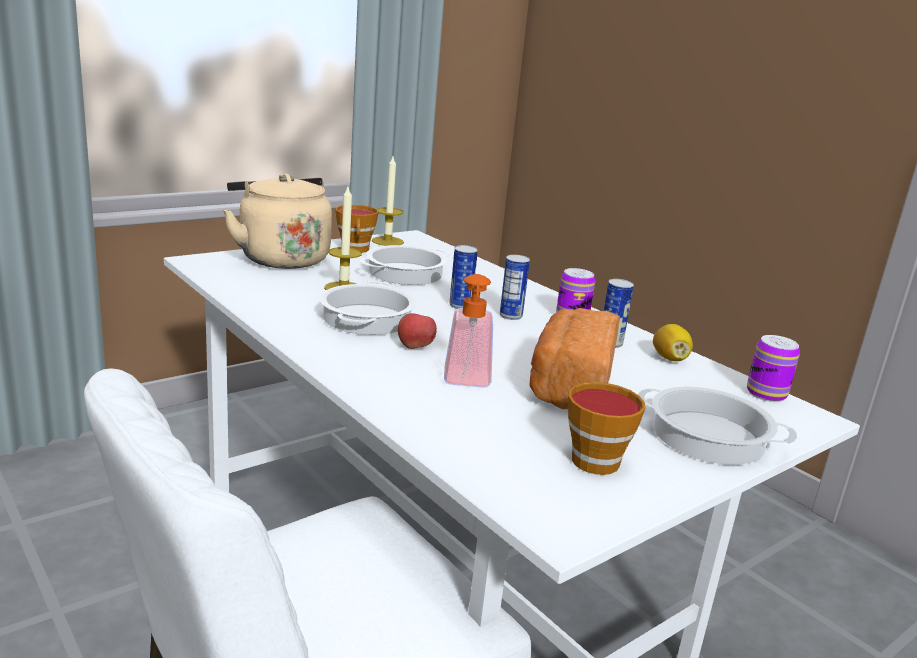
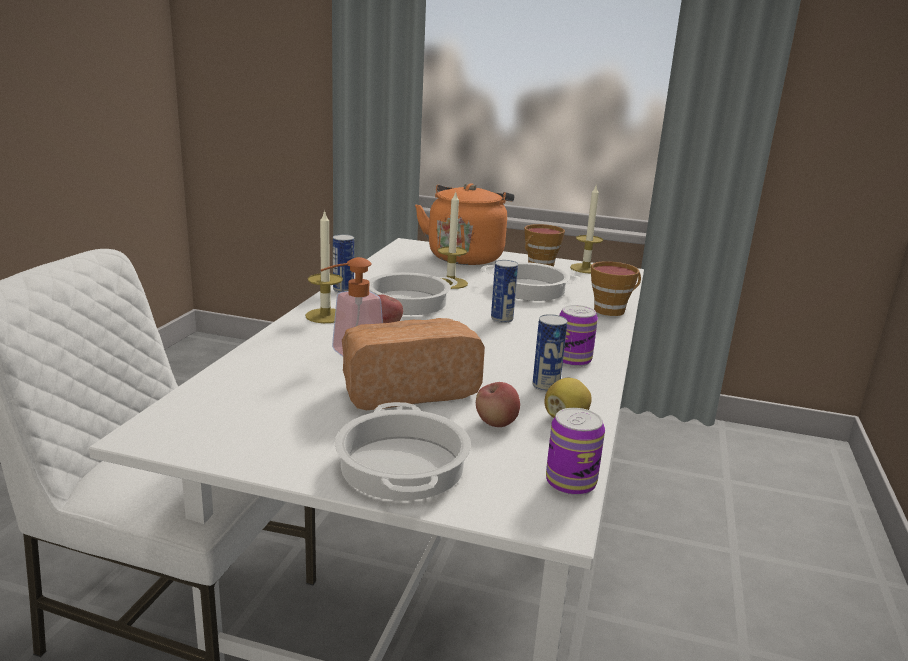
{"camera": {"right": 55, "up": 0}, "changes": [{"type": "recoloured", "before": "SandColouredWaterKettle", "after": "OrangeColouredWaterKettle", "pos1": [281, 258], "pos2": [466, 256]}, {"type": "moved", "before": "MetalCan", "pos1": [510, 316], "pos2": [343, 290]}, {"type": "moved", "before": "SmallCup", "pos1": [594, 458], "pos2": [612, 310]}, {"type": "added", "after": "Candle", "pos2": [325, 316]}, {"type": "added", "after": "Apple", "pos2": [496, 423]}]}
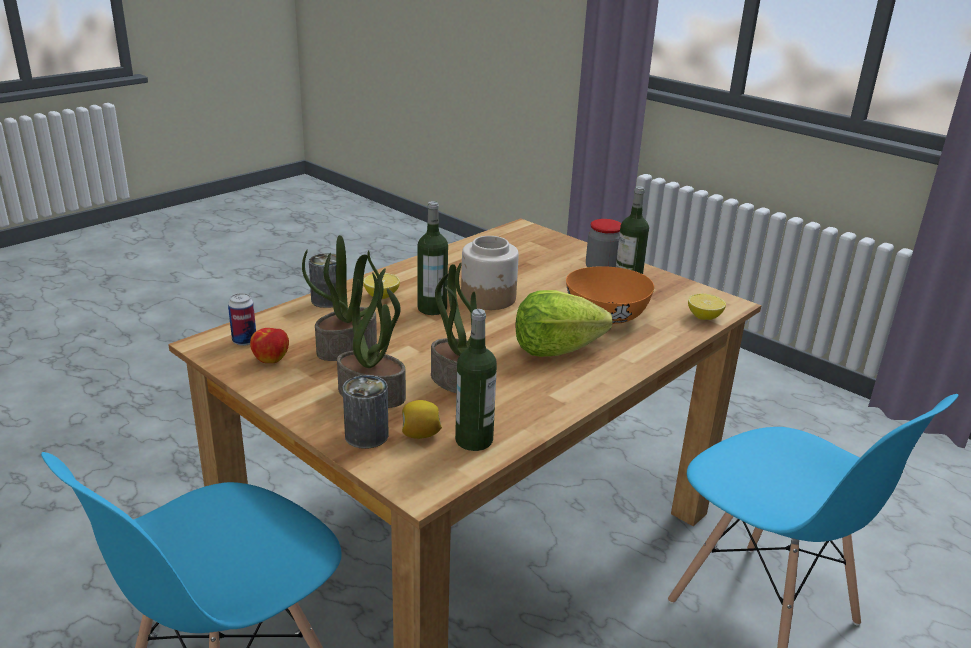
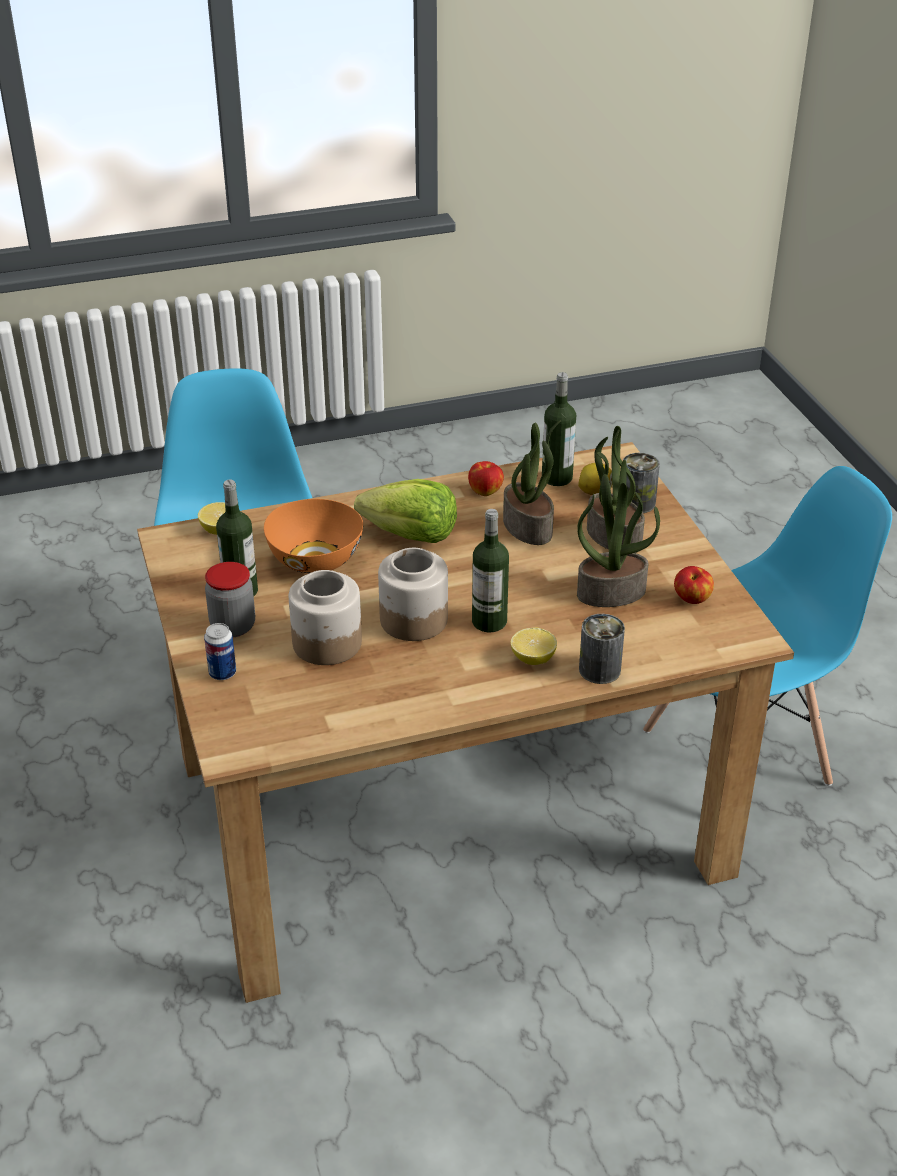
{"camera": {"right": -150, "up": 10}, "changes": [{"type": "moved", "before": "MetalCan", "pos1": [244, 341], "pos2": [222, 673]}, {"type": "added", "after": "Apple", "pos2": [485, 491]}, {"type": "added", "after": "StorageJar", "pos2": [326, 643]}]}
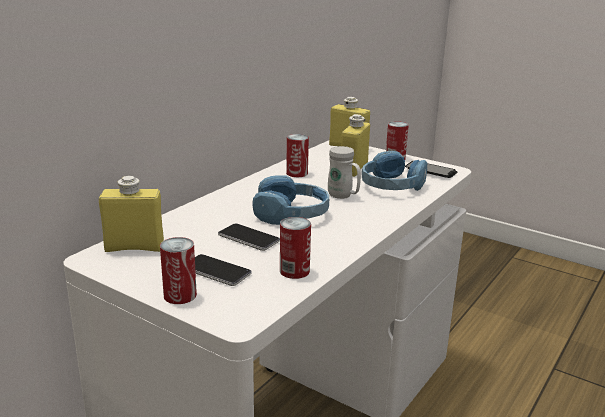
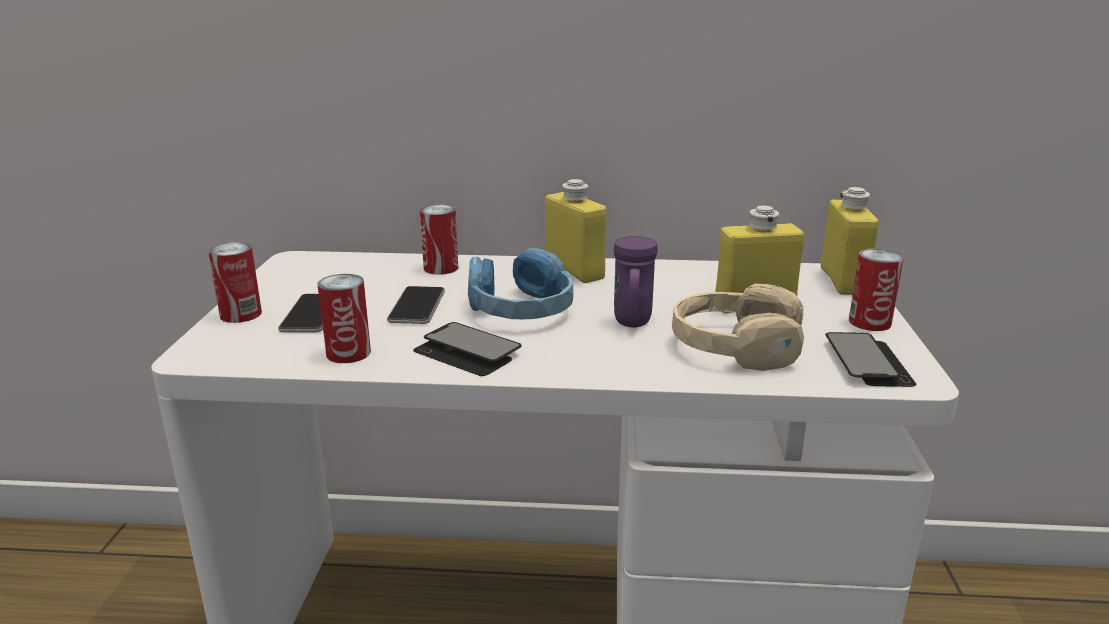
{"camera": {"right": 60, "up": 0}, "changes": [{"type": "moved", "before": "MetalCan", "pos1": [297, 173], "pos2": [441, 268]}, {"type": "recoloured", "before": "WhiteColouredMug", "after": "PurpleColouredMug", "pos1": [343, 196], "pos2": [632, 324]}, {"type": "recoloured", "before": "BluePairOfHeadphones", "after": "SandColouredPairOfHeadphones", "pos1": [392, 186], "pos2": [734, 347]}, {"type": "moved", "before": "YellowishBottle", "pos1": [134, 247], "pos2": [574, 271]}, {"type": "added", "after": "Handset", "pos2": [467, 352]}]}
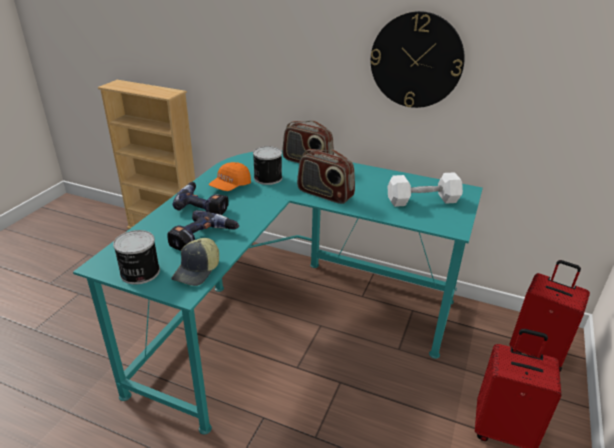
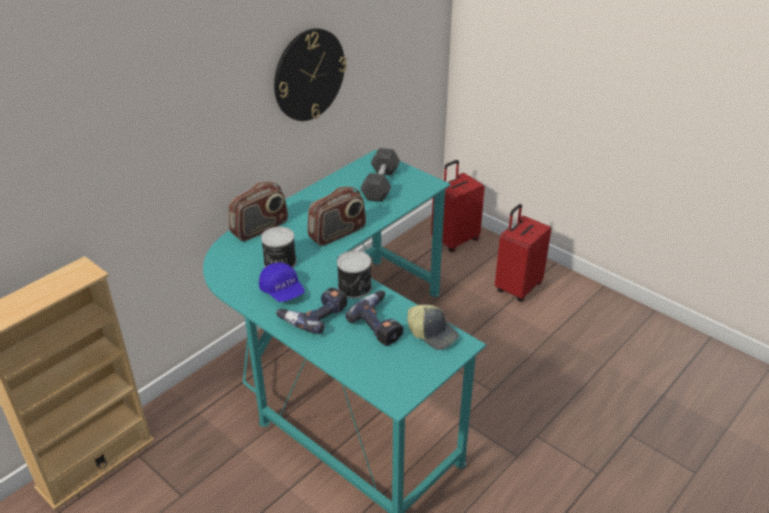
{"camera": {"right": -70, "up": 5}, "changes": [{"type": "recoloured", "before": "OrangeColouredPeakedCap", "after": "BluePeakedCap", "pos1": [230, 186], "pos2": [282, 291]}, {"type": "recoloured", "before": "WhiteColouredFreeWeight", "after": "BlackishFreeWeight", "pos1": [422, 200], "pos2": [380, 184]}, {"type": "moved", "before": "MetalCan", "pos1": [139, 273], "pos2": [355, 288]}]}
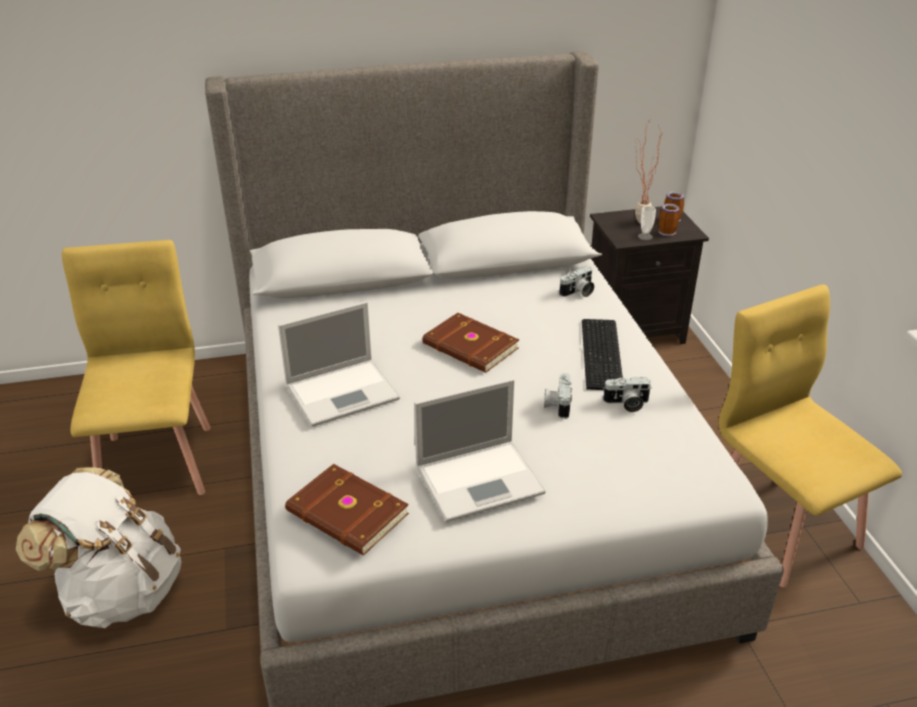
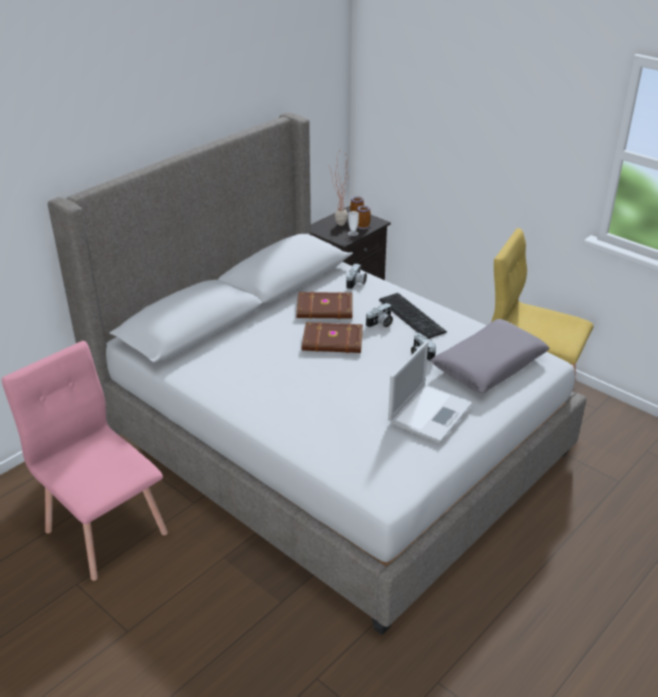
{"camera": {"right": -35, "up": 0}, "changes": [{"type": "recoloured", "before": "YellowishUprightChair", "after": "PinkishUprightChair", "pos1": [157, 463], "pos2": [106, 530]}, {"type": "removed", "before": "PortableComputer", "pos1": [344, 391]}, {"type": "moved", "before": "StillCamera", "pos1": [626, 404], "pos2": [380, 323]}, {"type": "moved", "before": "BrownishVolume", "pos1": [346, 514], "pos2": [325, 309]}, {"type": "removed", "before": "WhiteColouredBackpack", "pos1": [121, 591]}, {"type": "added", "after": "GreyishThrowPillow", "pos2": [488, 365]}]}
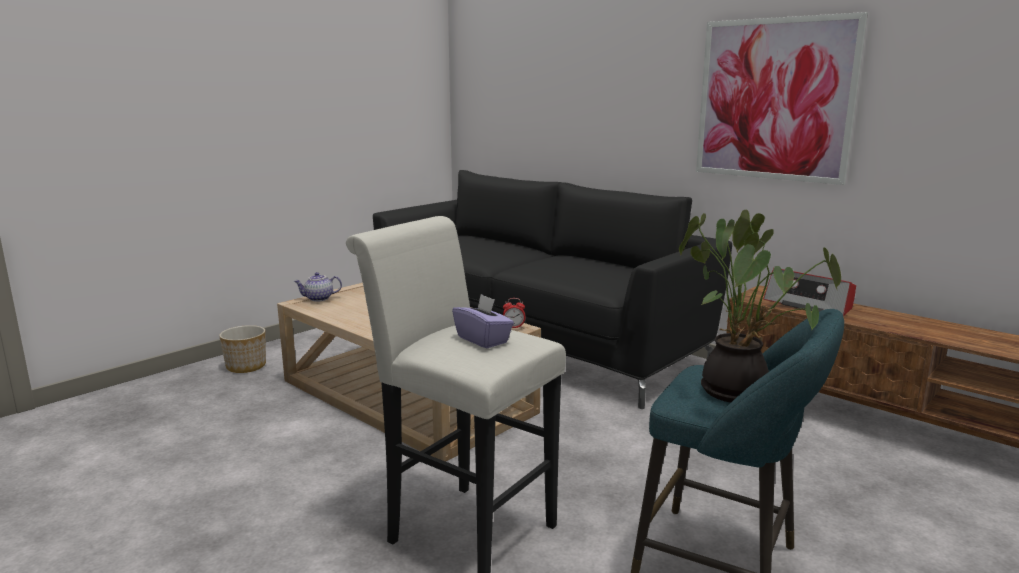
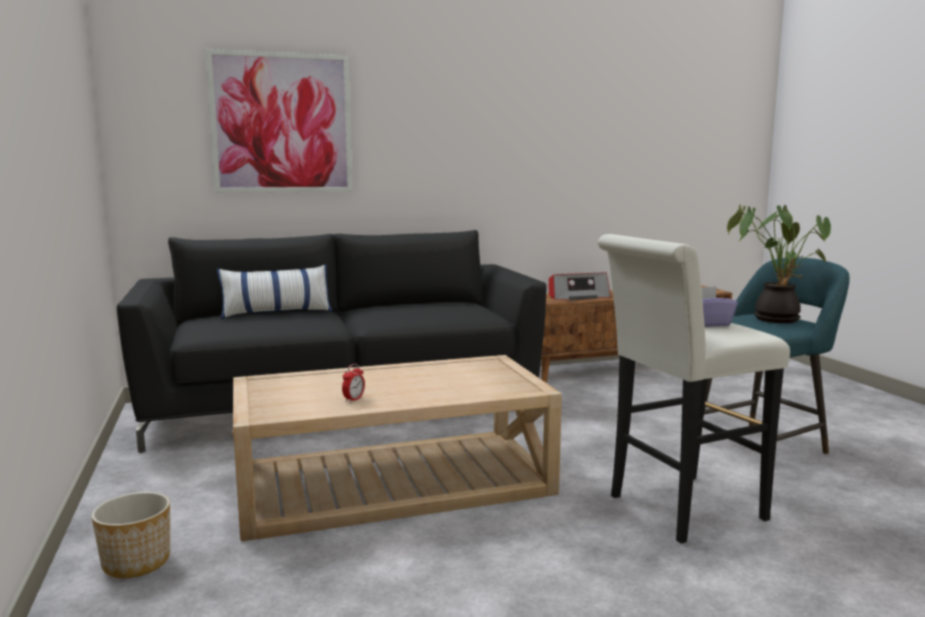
{"camera": {"right": -60, "up": -5}, "changes": [{"type": "moved", "before": "WallArt", "pos1": [774, 99], "pos2": [282, 123]}, {"type": "removed", "before": "TeaPot", "pos1": [318, 299]}, {"type": "moved", "before": "TableClock", "pos1": [513, 327], "pos2": [353, 399]}, {"type": "added", "after": "ThrowPillow", "pos2": [276, 313]}]}
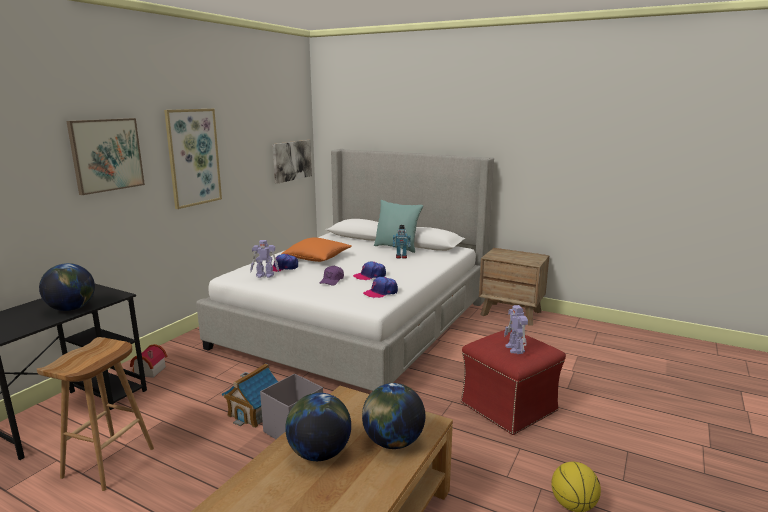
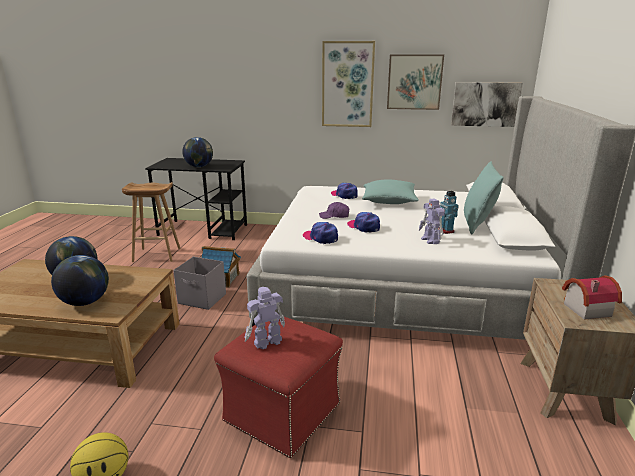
{"camera": {"right": 70, "up": 5}, "changes": [{"type": "moved", "before": "WallArt", "pos1": [106, 155], "pos2": [414, 82]}, {"type": "recoloured", "before": "OrangeColouredThrowPillow", "after": "TurquoiseThrowPillow", "pos1": [317, 258], "pos2": [389, 201]}, {"type": "moved", "before": "ModelRobot", "pos1": [265, 275], "pos2": [430, 240]}, {"type": "moved", "before": "MiniatureHouse", "pos1": [148, 371], "pos2": [584, 308]}]}
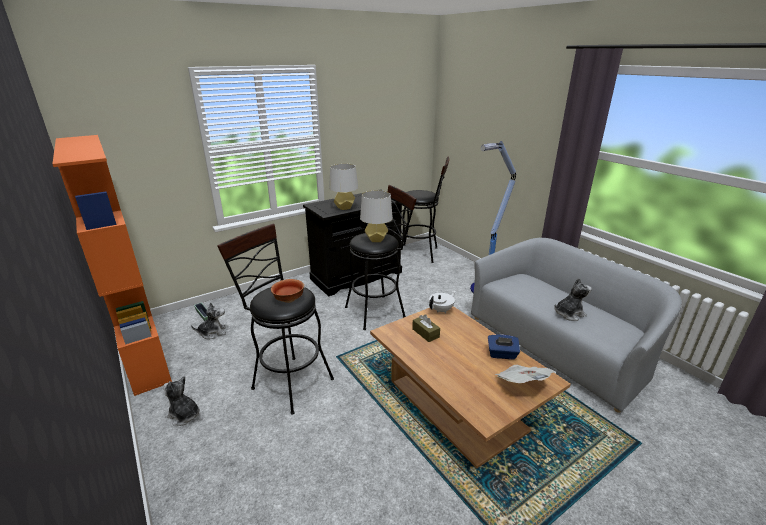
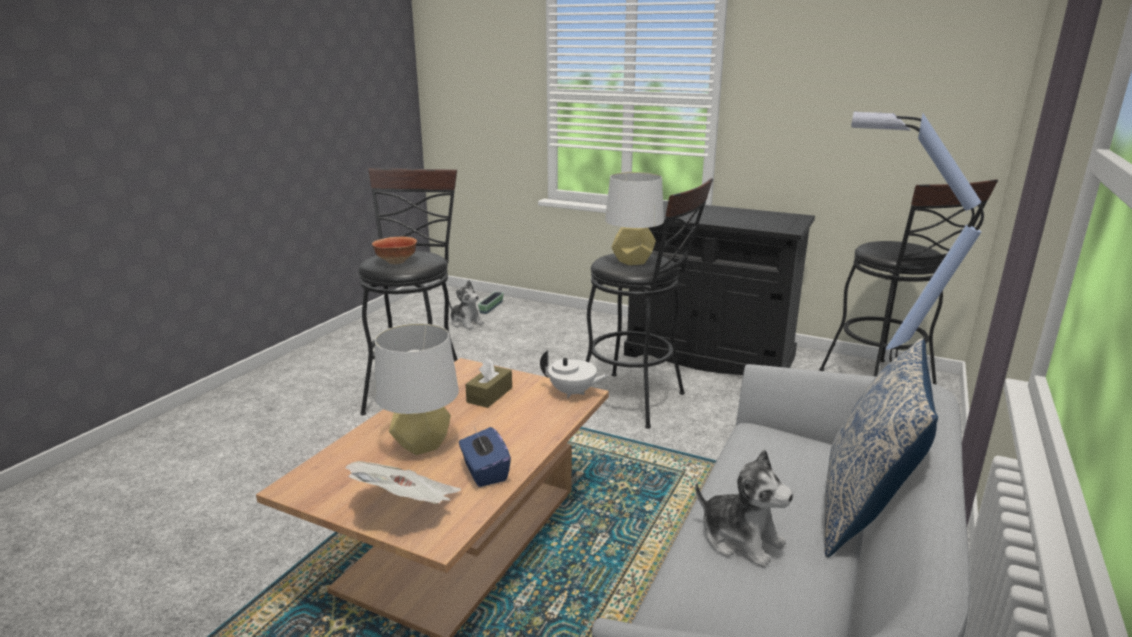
{"camera": {"right": 60, "up": -5}, "changes": [{"type": "removed", "before": "OrangeColouredShelvingUnit", "pos1": [144, 355]}, {"type": "moved", "before": "GreyishLampForATable", "pos1": [344, 207], "pos2": [422, 445]}, {"type": "removed", "before": "SoftToy", "pos1": [184, 415]}, {"type": "added", "after": "ThrowPillow", "pos2": [864, 511]}]}
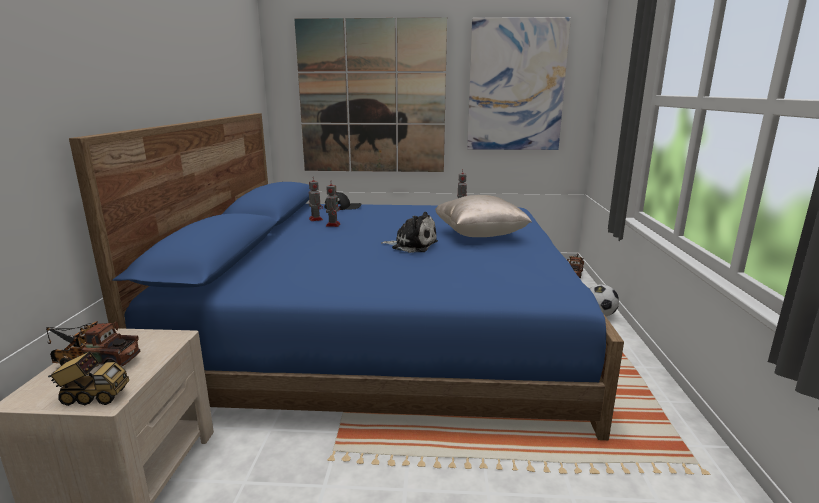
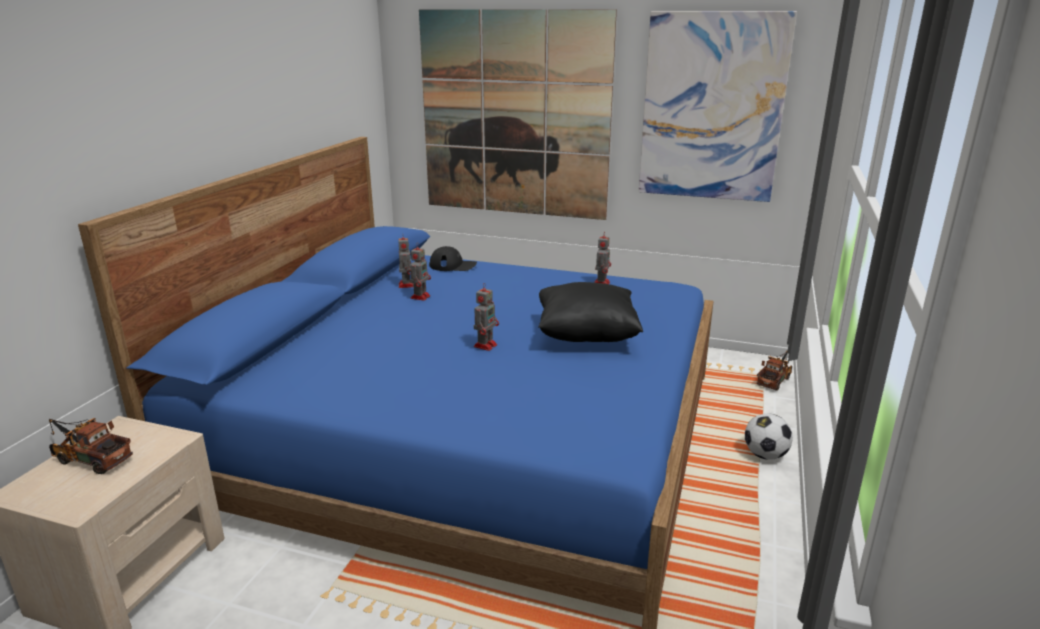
{"camera": {"right": 15, "up": 5}, "changes": [{"type": "recoloured", "before": "SandColouredThrowPillow", "after": "BlackishThrowPillow", "pos1": [479, 235], "pos2": [586, 336]}, {"type": "replaced", "before": "SoftToy", "after": "ModelRobot", "pos1": [412, 245], "pos2": [486, 345]}, {"type": "removed", "before": "ModelTruck", "pos1": [93, 397]}]}
